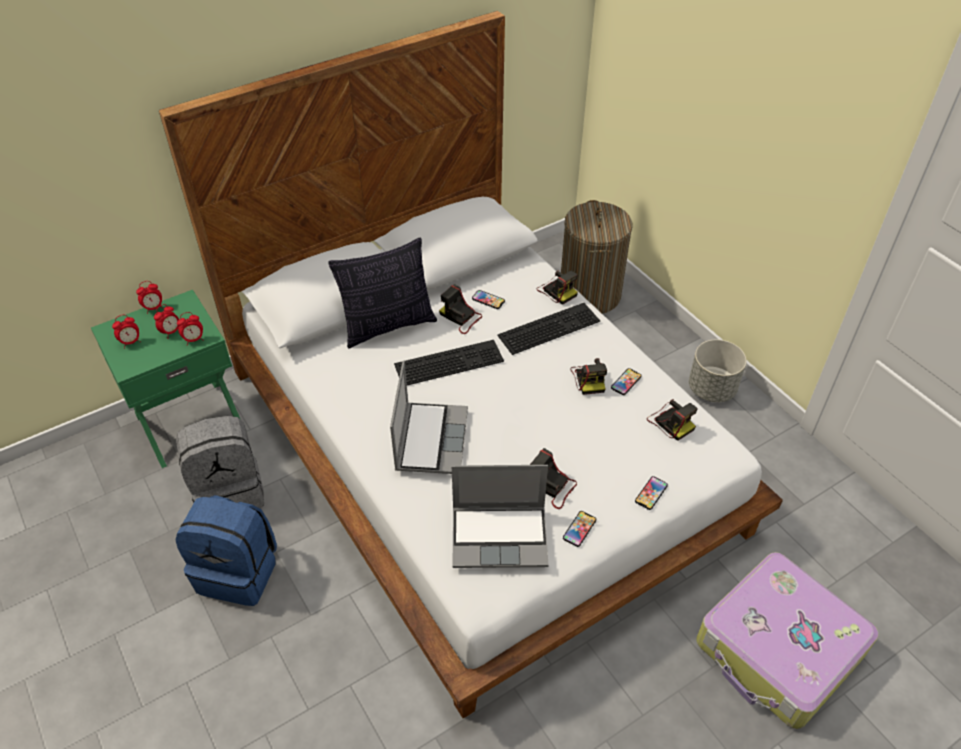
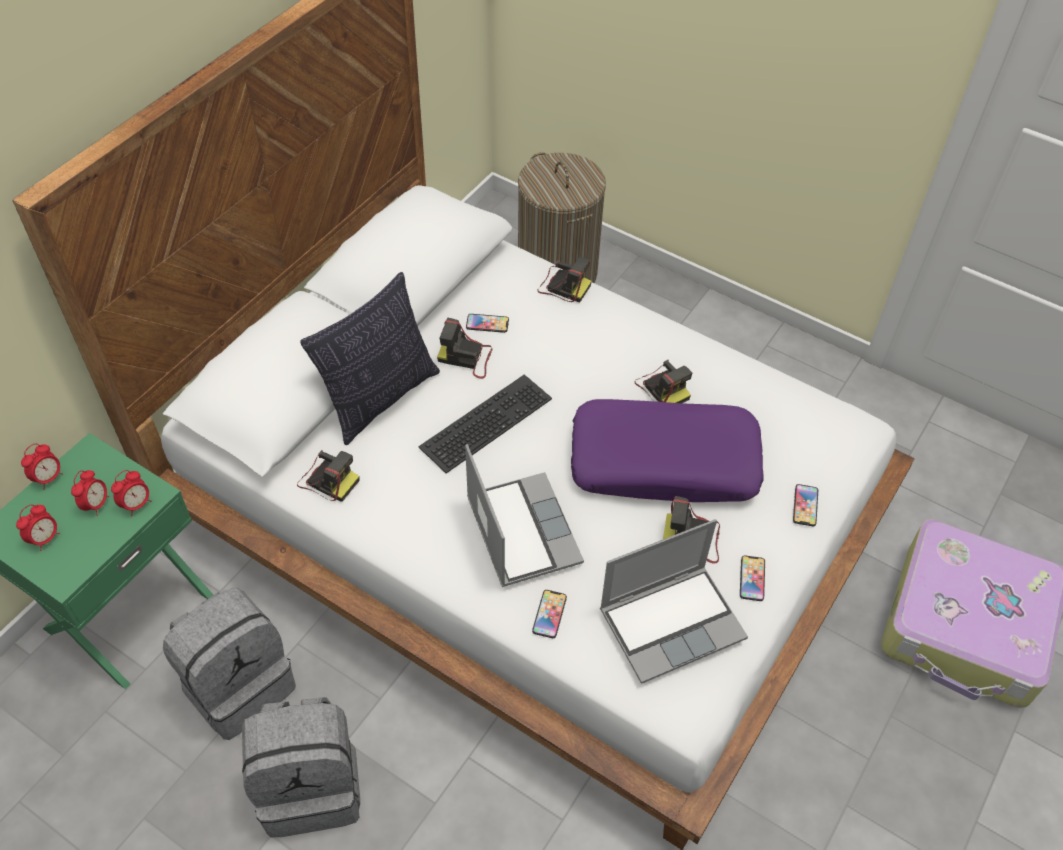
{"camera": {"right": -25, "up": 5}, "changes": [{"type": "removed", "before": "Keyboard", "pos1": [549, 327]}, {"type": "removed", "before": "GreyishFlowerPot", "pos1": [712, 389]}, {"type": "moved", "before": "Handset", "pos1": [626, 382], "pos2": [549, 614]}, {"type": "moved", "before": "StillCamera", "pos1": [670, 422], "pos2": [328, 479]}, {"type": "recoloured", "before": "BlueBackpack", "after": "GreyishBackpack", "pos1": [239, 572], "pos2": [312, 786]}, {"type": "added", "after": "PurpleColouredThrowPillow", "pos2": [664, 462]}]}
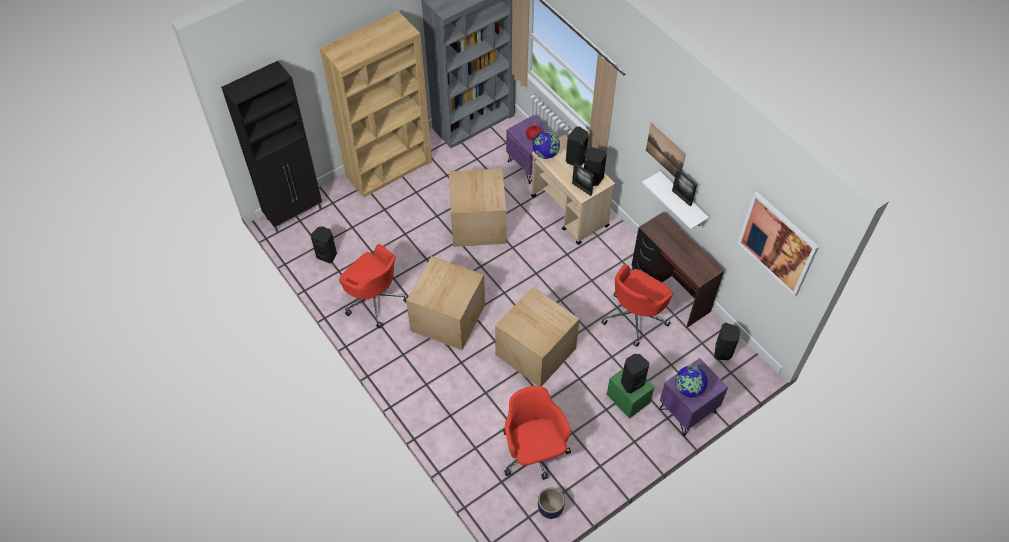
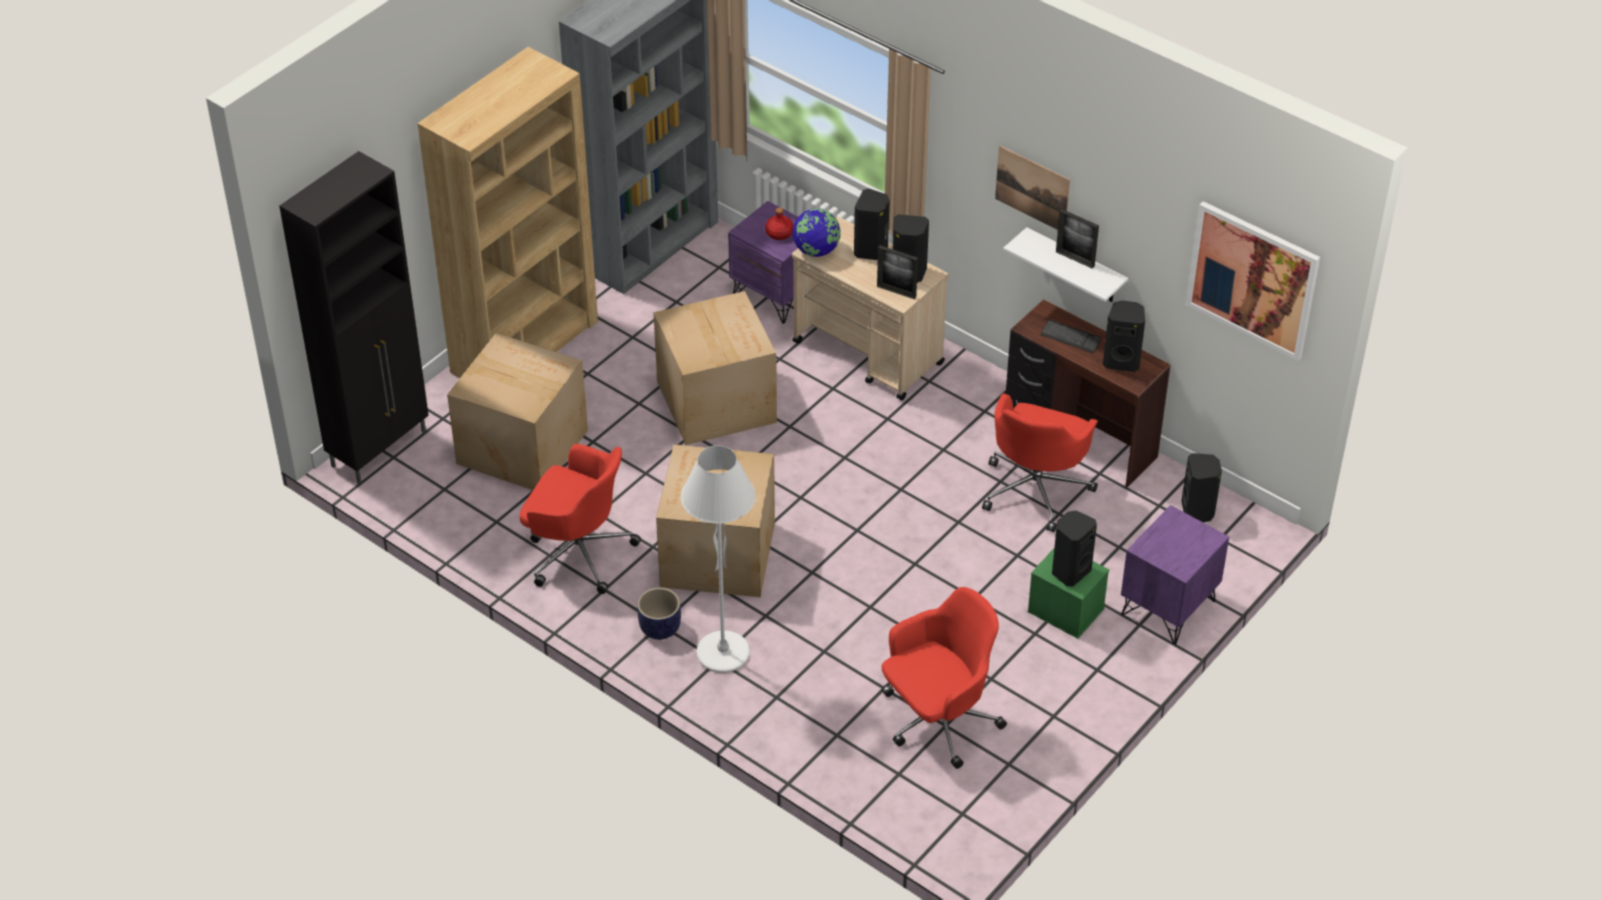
{"camera": {"right": -15, "up": -10}, "changes": [{"type": "moved", "before": "BlackishLoudspeaker", "pos1": [327, 255], "pos2": [1121, 361]}, {"type": "moved", "before": "PackingBox", "pos1": [535, 350], "pos2": [521, 445]}, {"type": "removed", "before": "Globe", "pos1": [688, 389]}, {"type": "turned", "before": "RedColouredOfficeChair", "pos1": [534, 452], "pos2": [938, 720], "turn": 90}, {"type": "moved", "before": "FlowerPot", "pos1": [550, 508], "pos2": [659, 628]}, {"type": "added", "after": "Keyboard", "pos2": [1071, 337]}, {"type": "added", "after": "WhiteColouredFloorLamp", "pos2": [722, 653]}]}
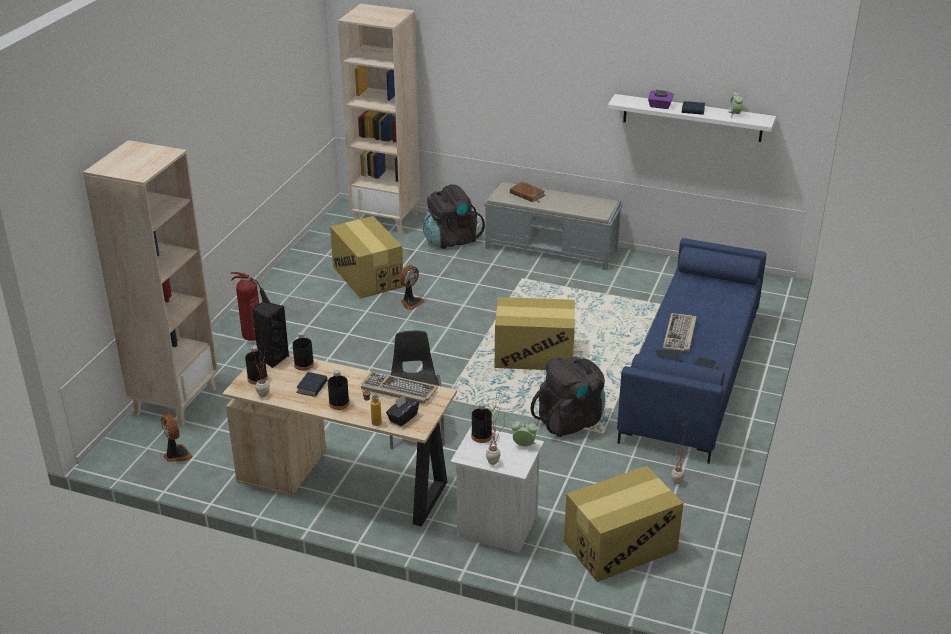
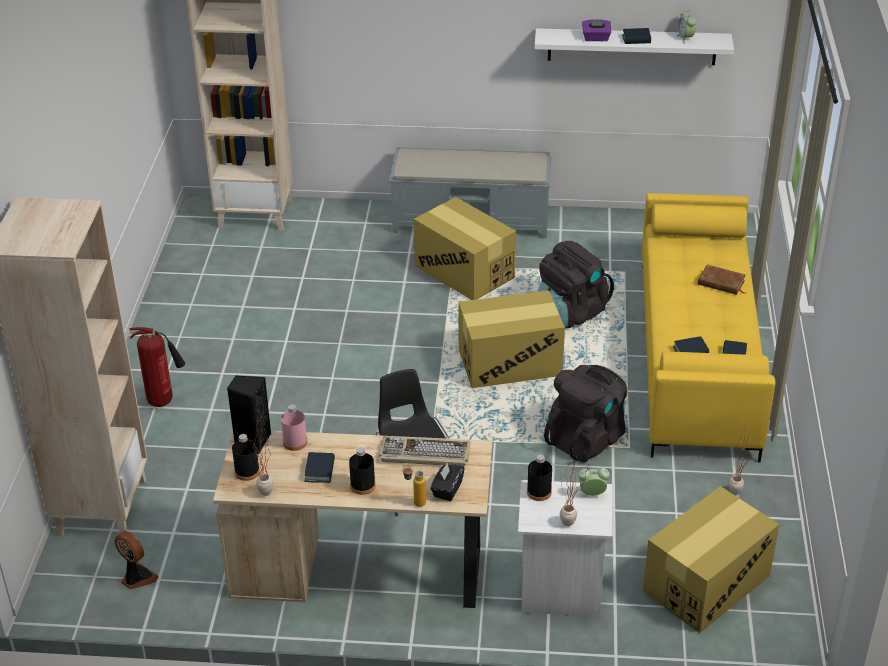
{"camera": {"right": -15, "up": 5}, "changes": [{"type": "moved", "before": "BrownishVolume", "pos1": [527, 194], "pos2": [721, 283]}, {"type": "moved", "before": "BlackishBackpack", "pos1": [451, 240], "pos2": [570, 313]}, {"type": "moved", "before": "PackingBox", "pos1": [367, 276], "pos2": [464, 272]}, {"type": "recoloured", "before": "BlueSofa", "after": "YellowishSofa", "pos1": [692, 376], "pos2": [697, 357]}, {"type": "removed", "before": "Fan", "pos1": [411, 302]}, {"type": "removed", "before": "Keyboard", "pos1": [680, 335]}, {"type": "recoloured", "before": "BlackishBottle", "after": "PinkishBottle", "pos1": [304, 364], "pos2": [295, 442]}]}
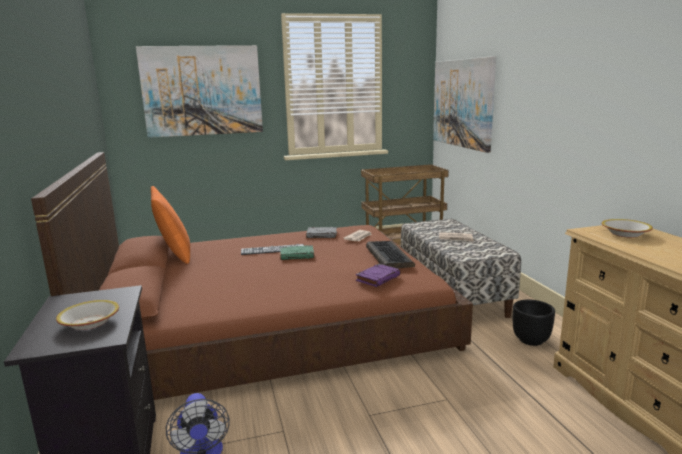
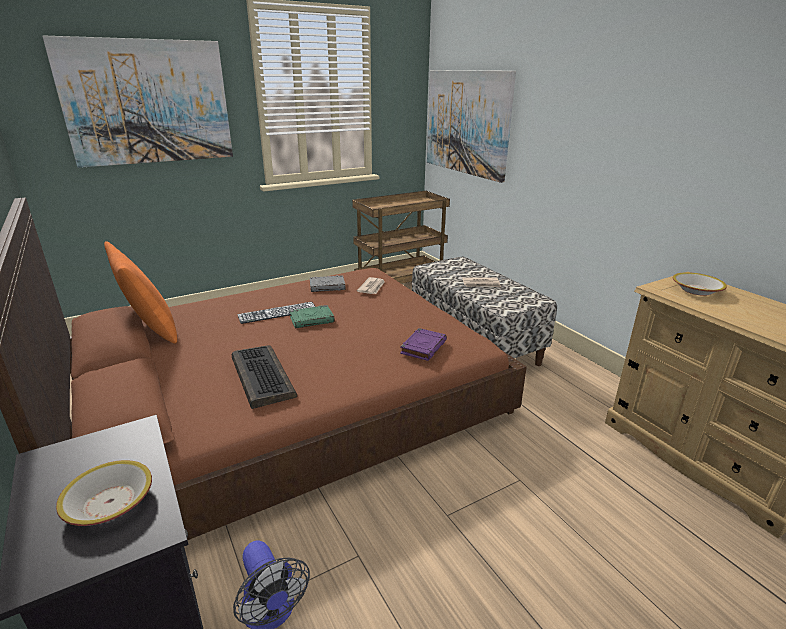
{"camera": {"right": -15, "up": 10}, "changes": [{"type": "moved", "before": "Keyboard", "pos1": [388, 256], "pos2": [261, 376]}, {"type": "removed", "before": "BlackishFlowerPot", "pos1": [531, 340]}]}
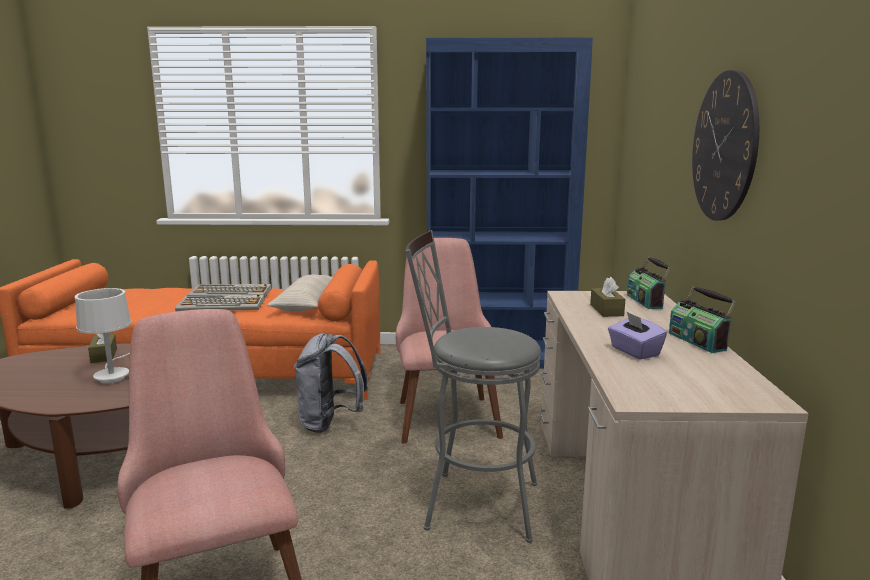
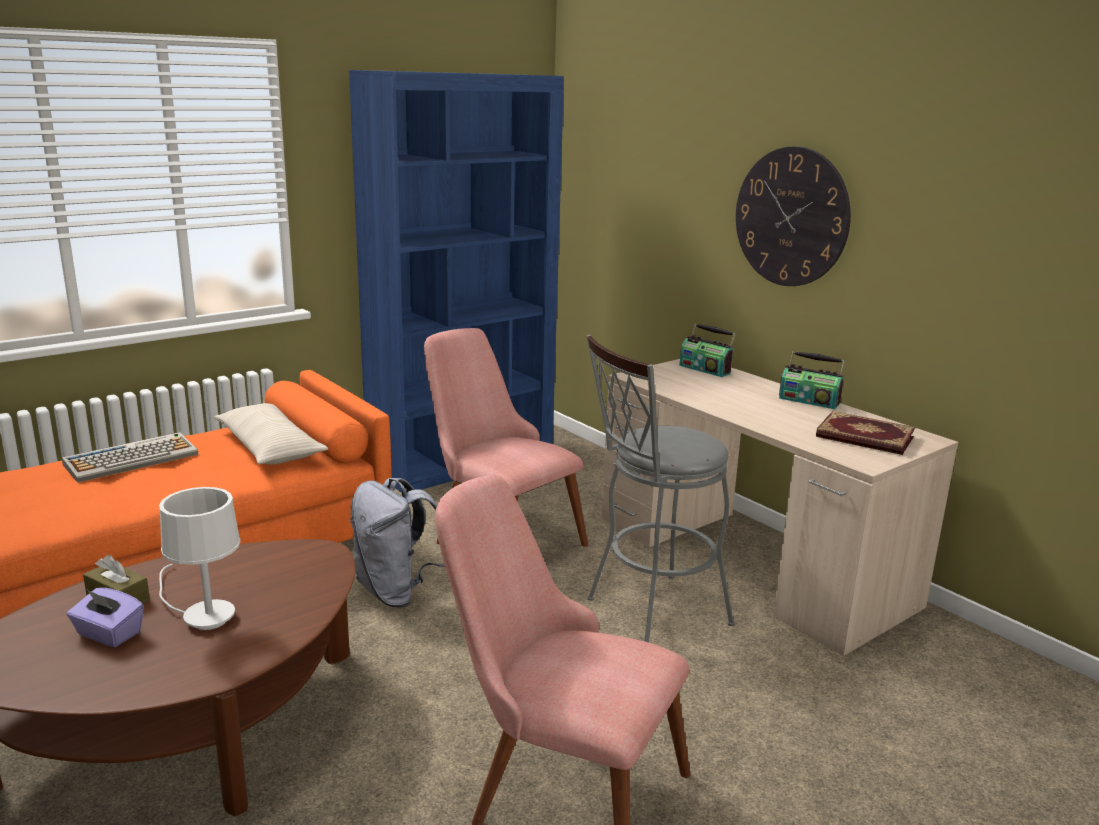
{"camera": {"right": -40, "up": 5}, "changes": [{"type": "removed", "before": "BrownishTissueHolder", "pos1": [606, 310]}, {"type": "removed", "before": "Keyboard", "pos1": [222, 305]}, {"type": "moved", "before": "PurpleColouredTissueHolder", "pos1": [634, 352], "pos2": [108, 634]}, {"type": "added", "after": "Volume", "pos2": [864, 438]}]}
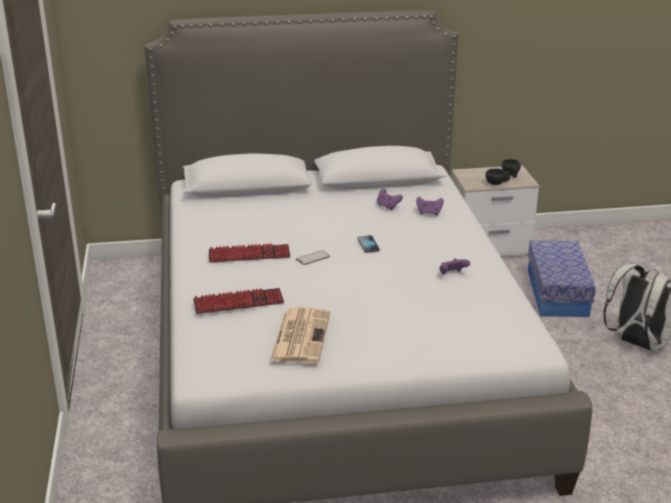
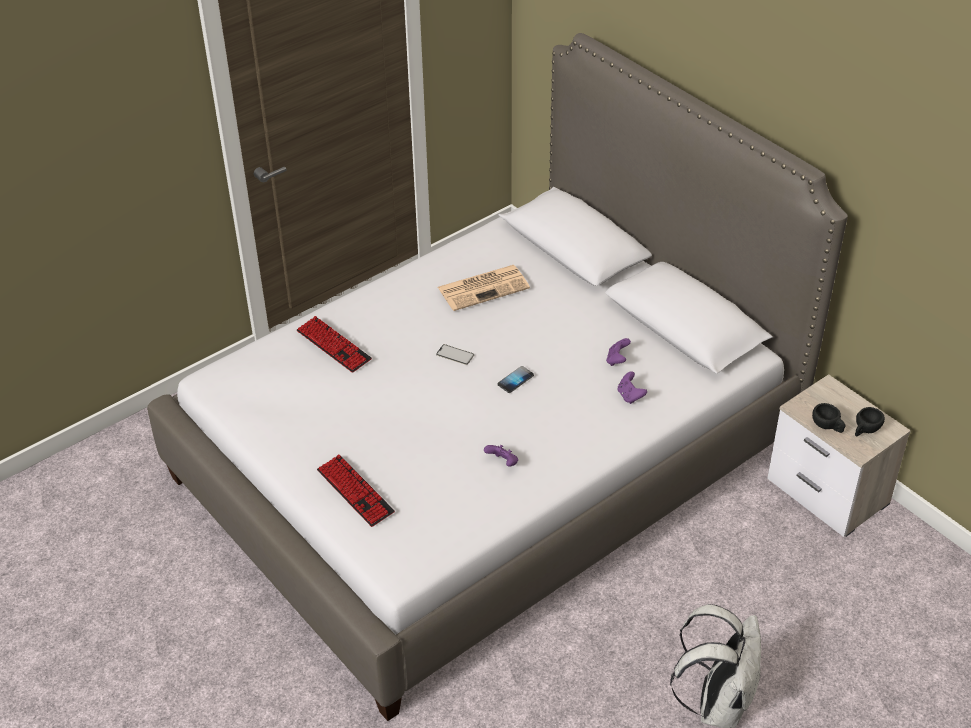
{"camera": {"right": 60, "up": 15}, "changes": [{"type": "removed", "before": "StorageBin", "pos1": [557, 293]}, {"type": "moved", "before": "Keyboard", "pos1": [249, 255], "pos2": [355, 491]}, {"type": "moved", "before": "PrintedPaper", "pos1": [300, 336], "pos2": [484, 287]}]}
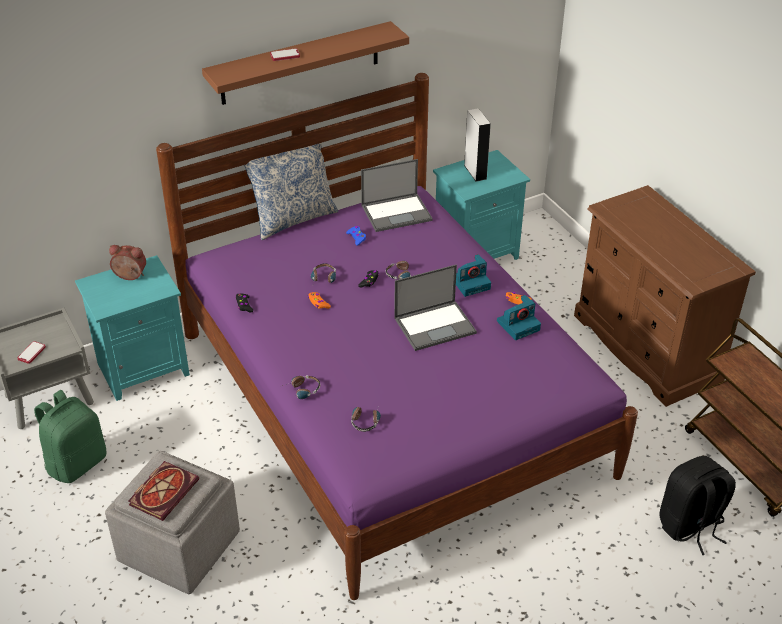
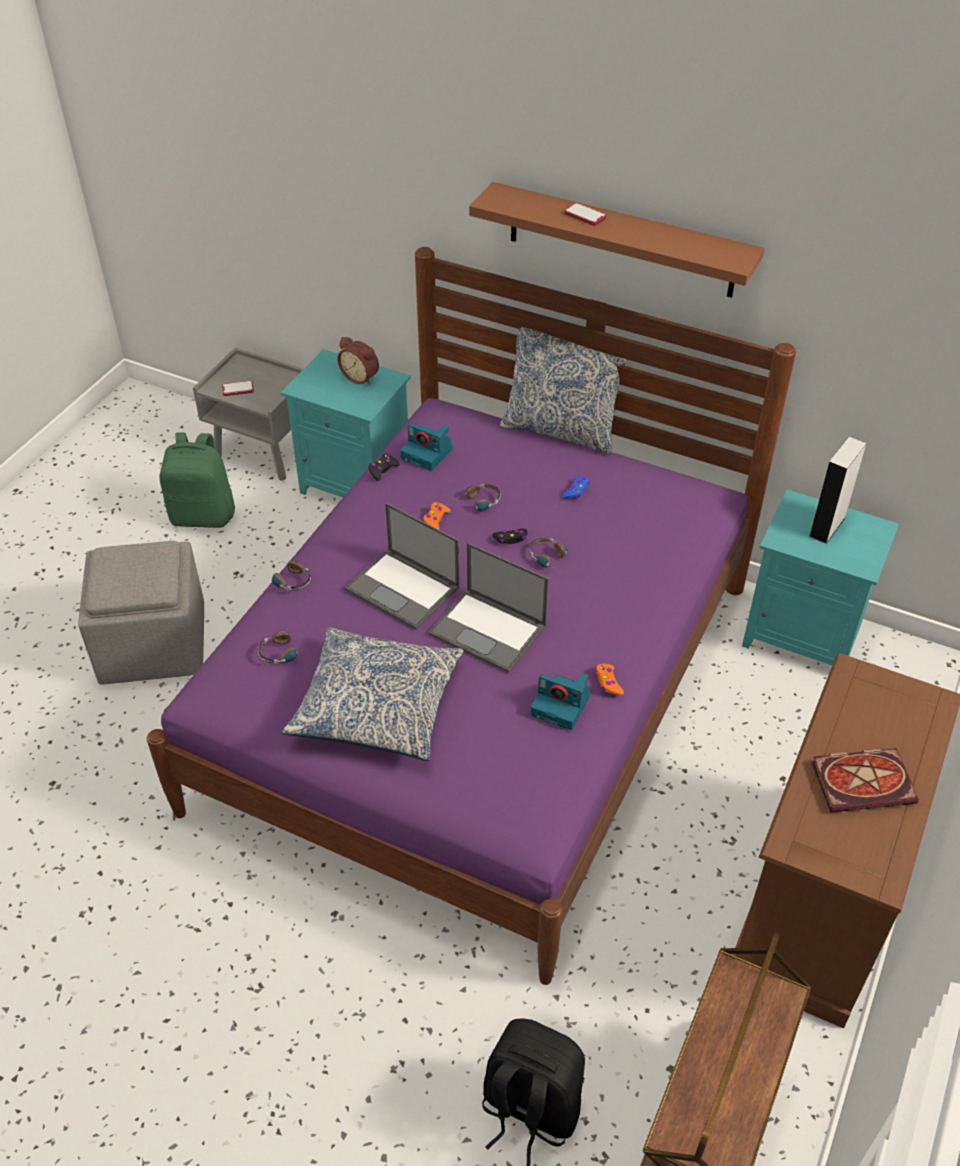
{"camera": {"right": 55, "up": 5}, "changes": [{"type": "moved", "before": "PortableComputer", "pos1": [397, 212], "pos2": [404, 589]}, {"type": "turned", "before": "TableClock", "pos1": [129, 276], "pos2": [361, 377], "turn": 150}, {"type": "moved", "before": "StillCamera", "pos1": [471, 283], "pos2": [428, 453]}, {"type": "moved", "before": "Volume", "pos1": [164, 491], "pos2": [864, 781]}, {"type": "added", "after": "ThrowPillow", "pos2": [377, 705]}]}
